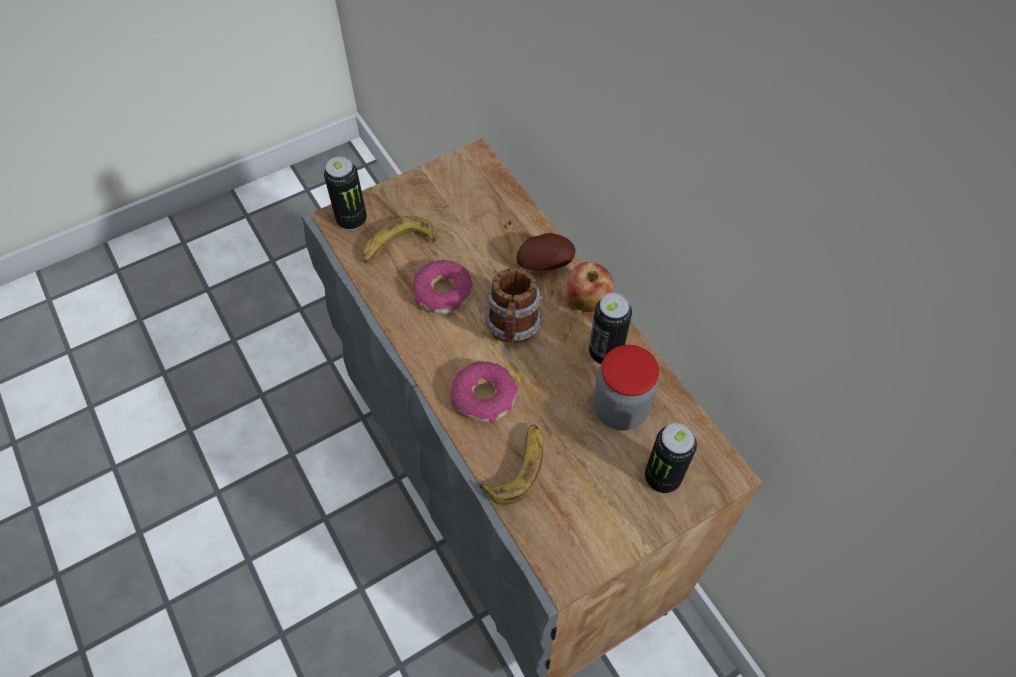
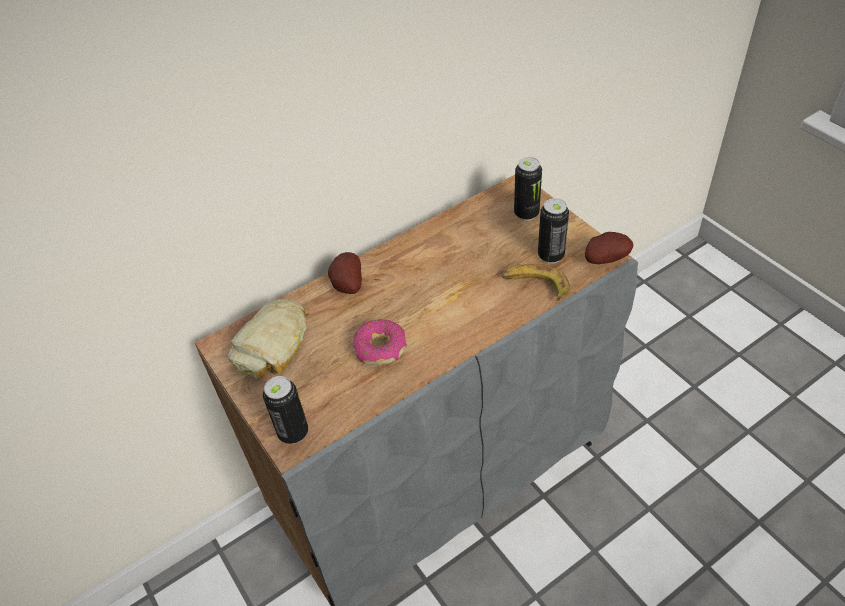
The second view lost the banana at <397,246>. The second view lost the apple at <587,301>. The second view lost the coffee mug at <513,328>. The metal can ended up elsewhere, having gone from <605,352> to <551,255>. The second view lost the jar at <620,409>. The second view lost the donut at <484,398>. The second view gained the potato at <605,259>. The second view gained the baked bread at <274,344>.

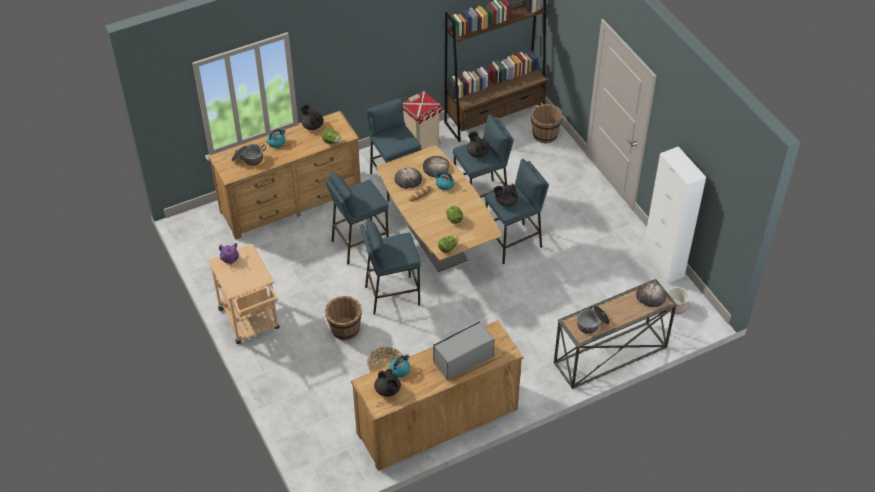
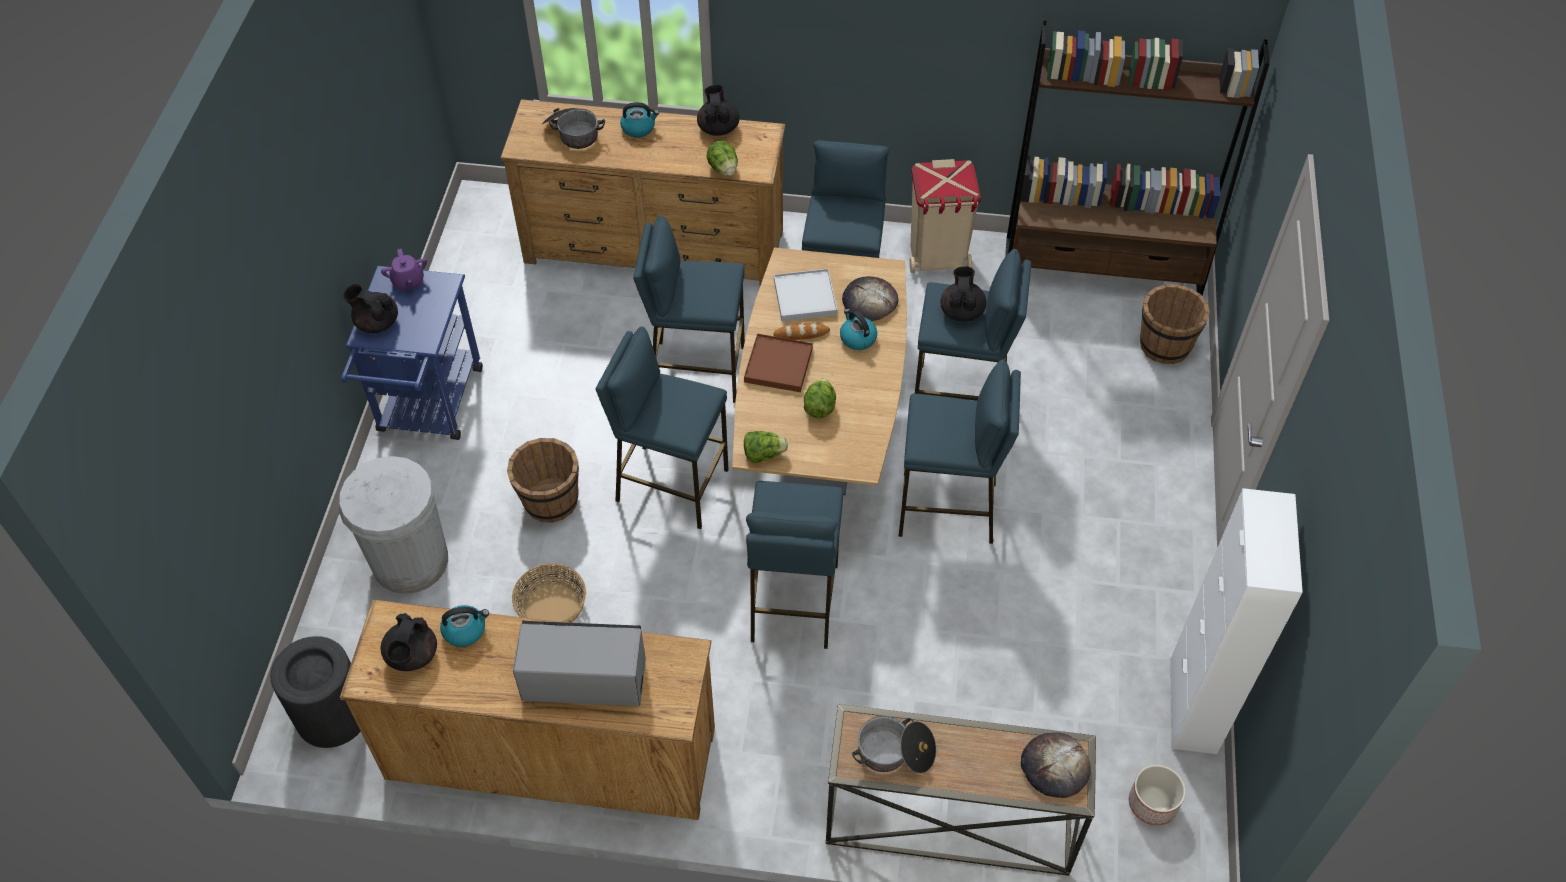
Where the baked bread stood at <408,180>, the whitish serving tray came to stand at <804,297>. The black pot for tea ended up elsewhere, having gone from <505,201> to <376,322>. What was the sand-coloured trolley at <251,322> turned into the blue trolley at <428,408>. The second view gained the brown serving tray at <778,365>. The second view gained the whitish rubbish bin at <410,561>. The second view gained the blue sitting stool at <792,603>. The second view gained the black rubbish bin at <332,714>.

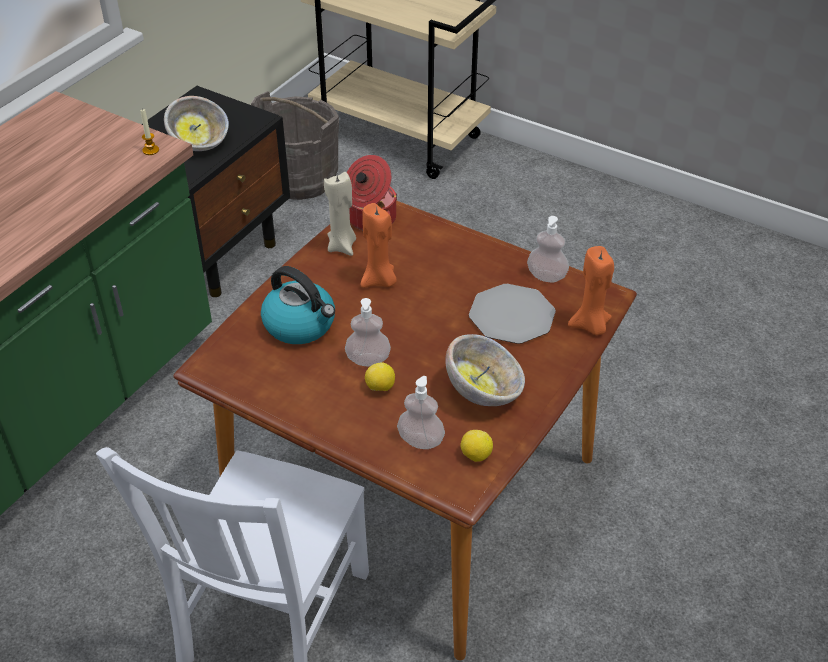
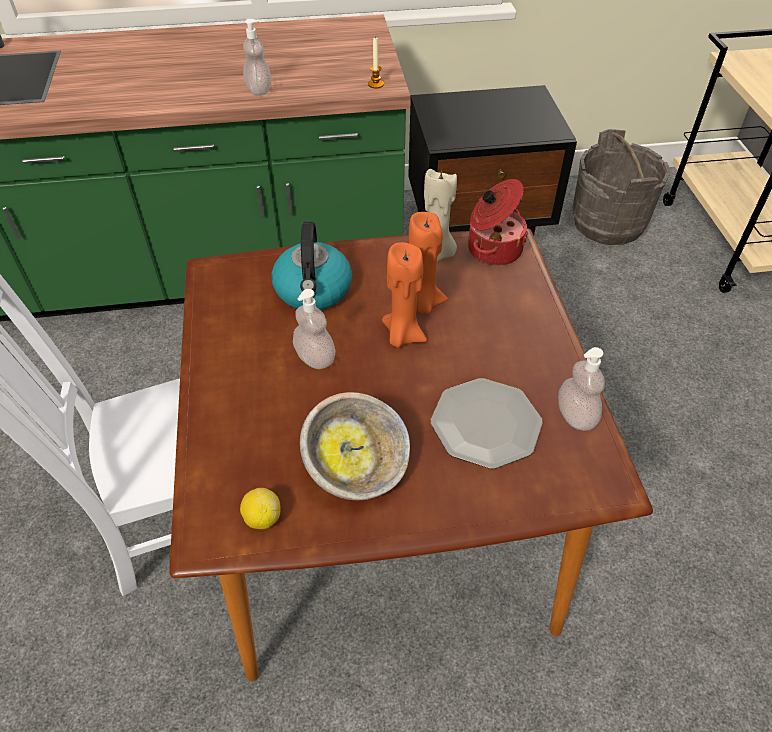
The second view lost the serving bowl at <200,143>. The orange candle ended up elsewhere, having gone from <590,326> to <402,335>. The second view lost the lemon at <380,387>. The liquid soap bottle ended up elsewhere, having gone from <420,440> to <259,90>.

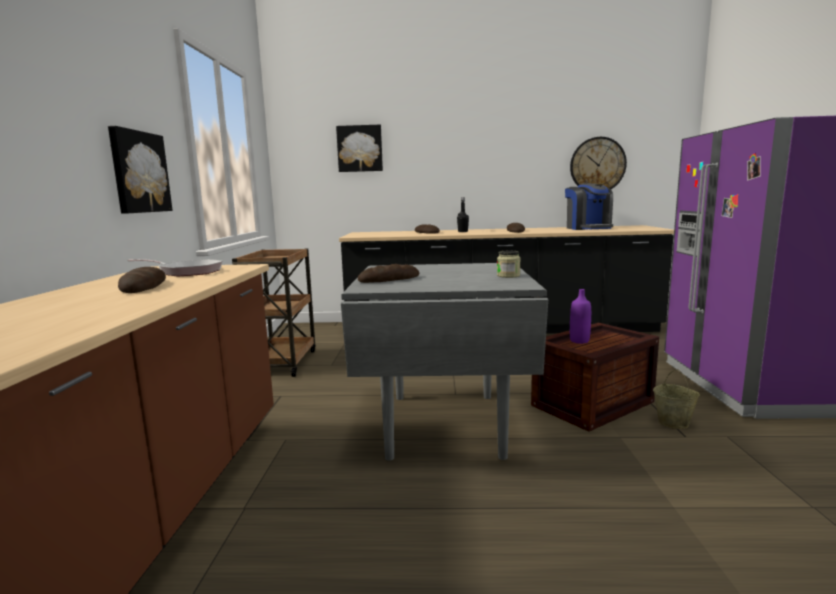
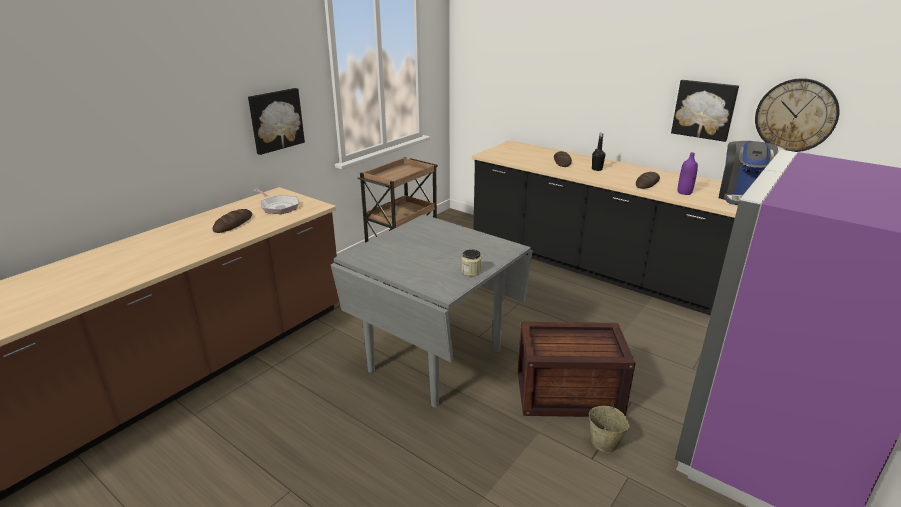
The picture ended up elsewhere, having gone from <360,148> to <704,109>. The second view lost the baked bread at <389,279>. The purple-coloured drink bottle ended up elsewhere, having gone from <579,341> to <684,192>.

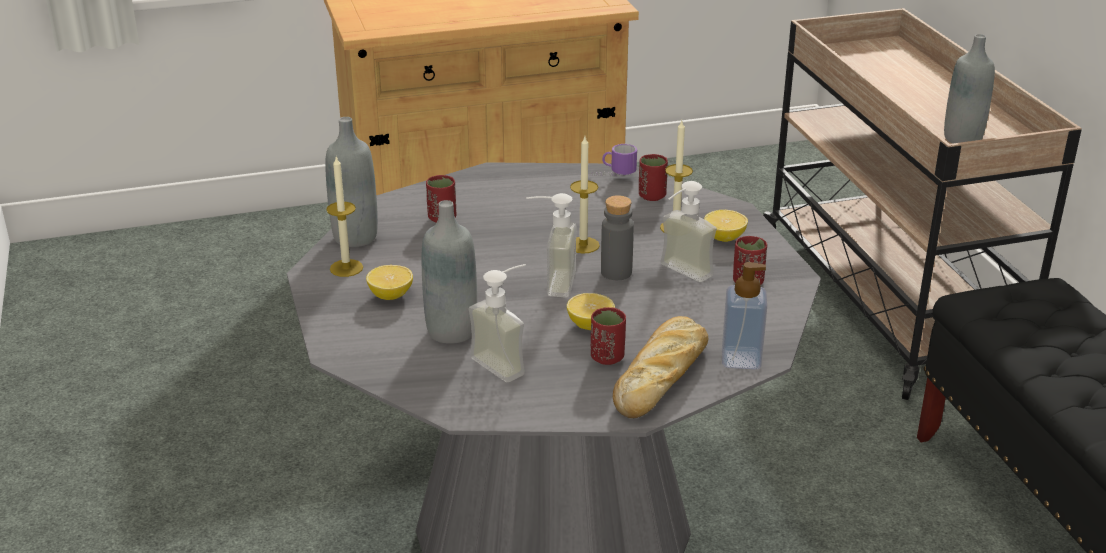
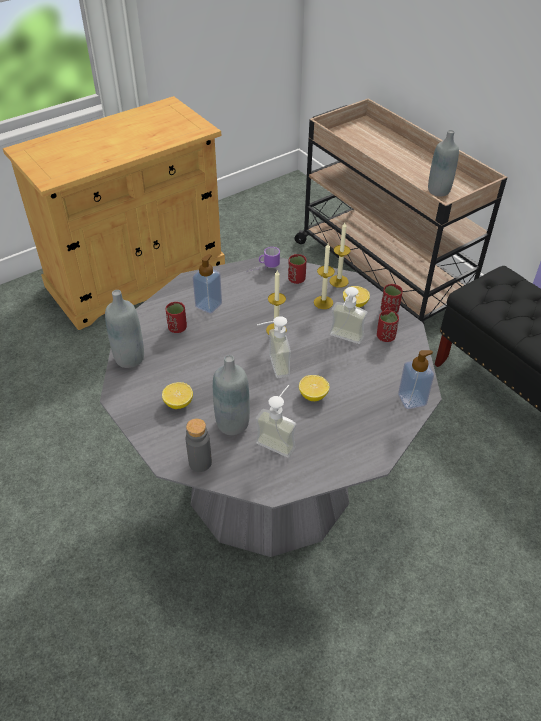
The candle ended up elsewhere, having gone from <346,268> to <339,281>. The greyish drink bottle ended up elsewhere, having gone from <616,272> to <200,462>. The red-coloured drinking cup ended up elsewhere, having gone from <607,357> to <389,310>. The second view lost the baked bread at <662,375>. The second view gained the liquid soap bottle at <208,305>.

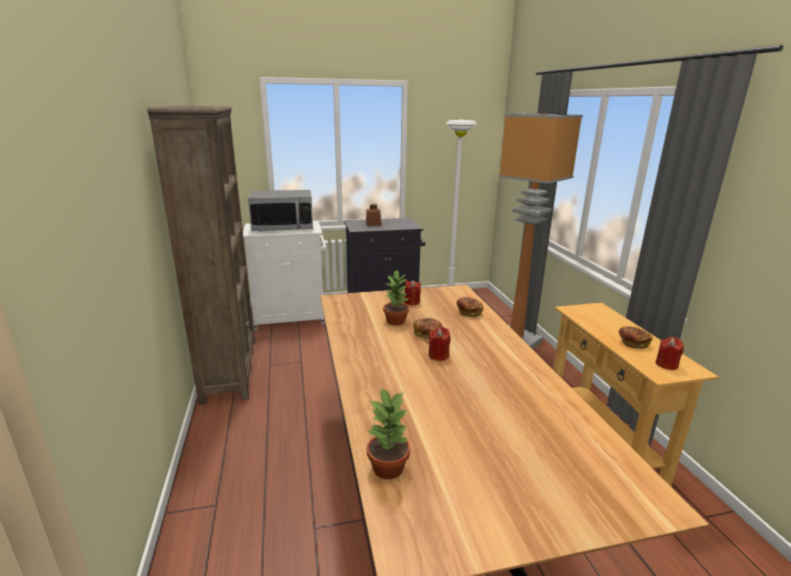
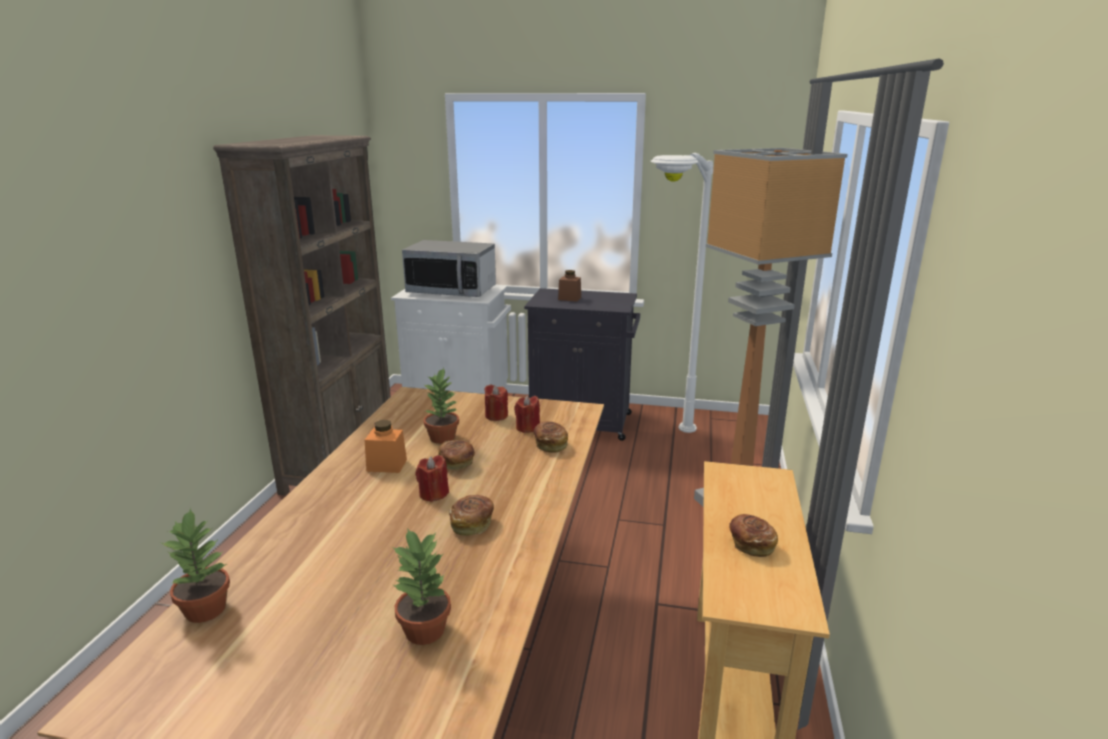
The red-coloured candle ended up elsewhere, having gone from <666,364> to <527,427>. The second view gained the orange jar at <387,465>. The second view gained the baked bread at <472,524>. The second view gained the potted plant at <425,629>.

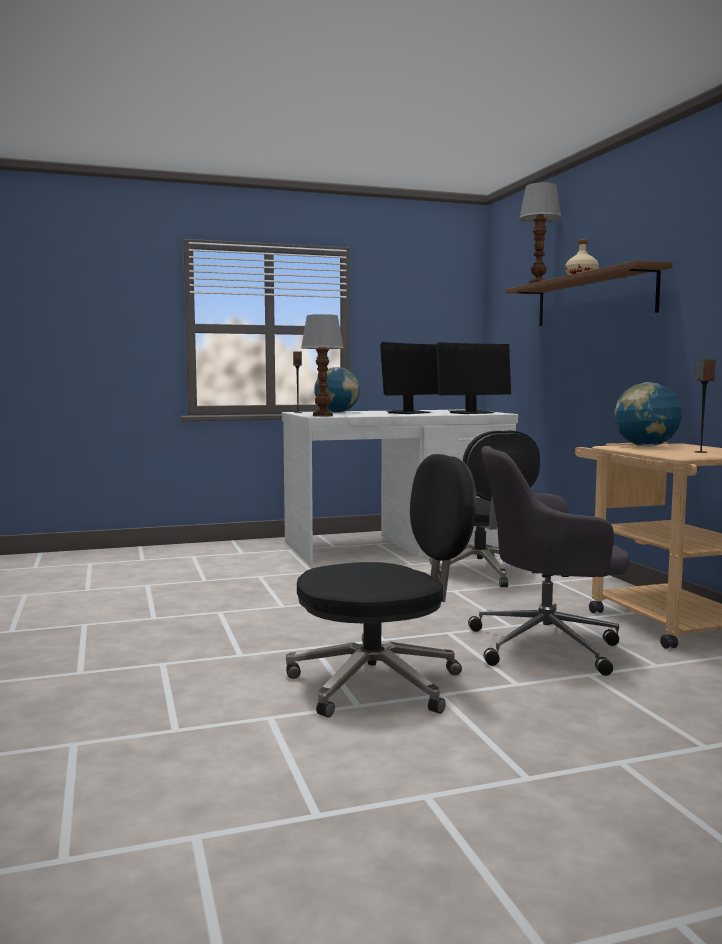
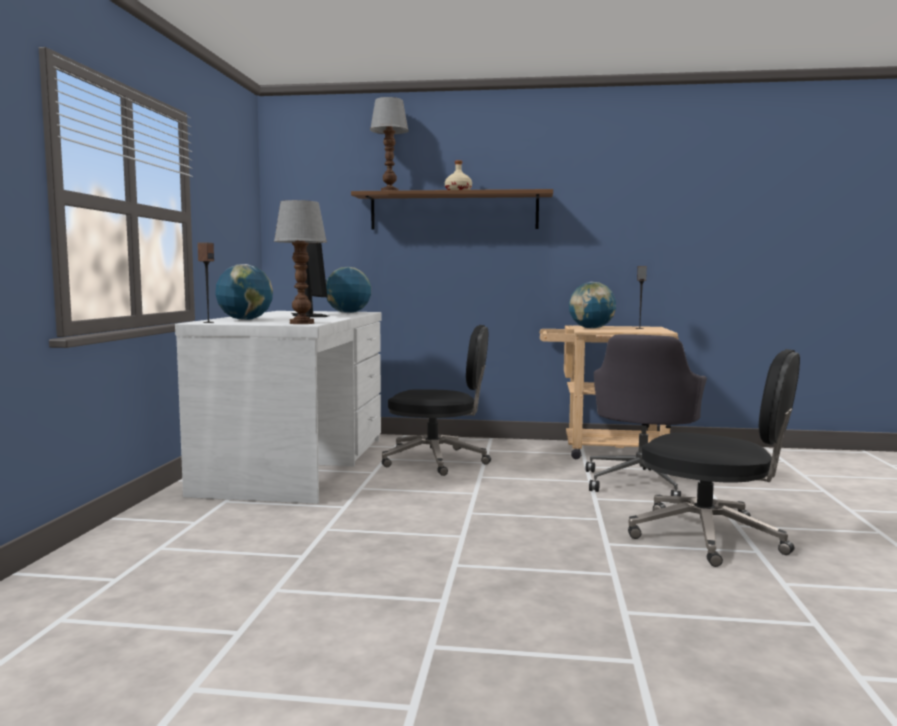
Where the monitor stood at <471,413>, the world globe came to stand at <348,313>. The black desk chair at <379,683> ended up facing another way, 120 degrees clockwise from before.

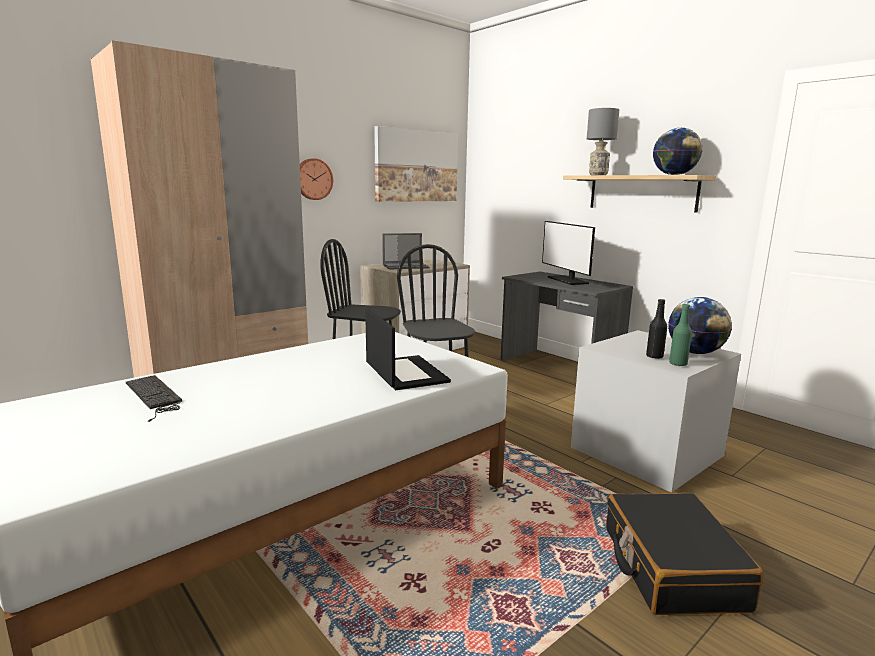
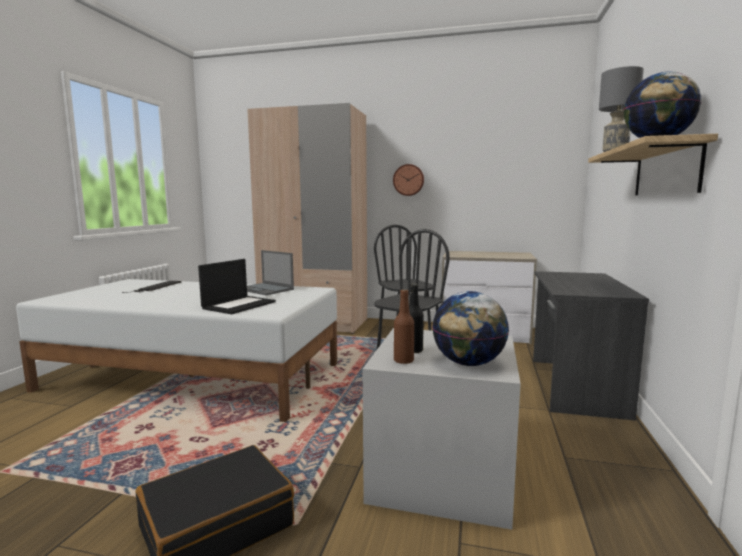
The second view lost the picture at <416,166>. The second view lost the monitor at <567,280>. The notebook computer ended up elsewhere, having gone from <406,266> to <265,289>. What was the green drink bottle at <678,364> turned into the brown drink bottle at <403,361>.

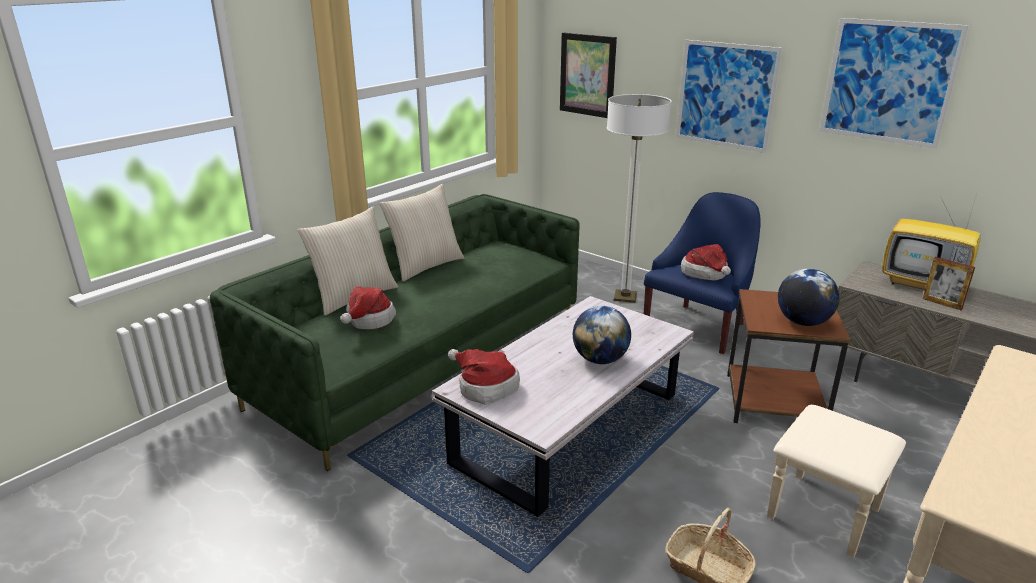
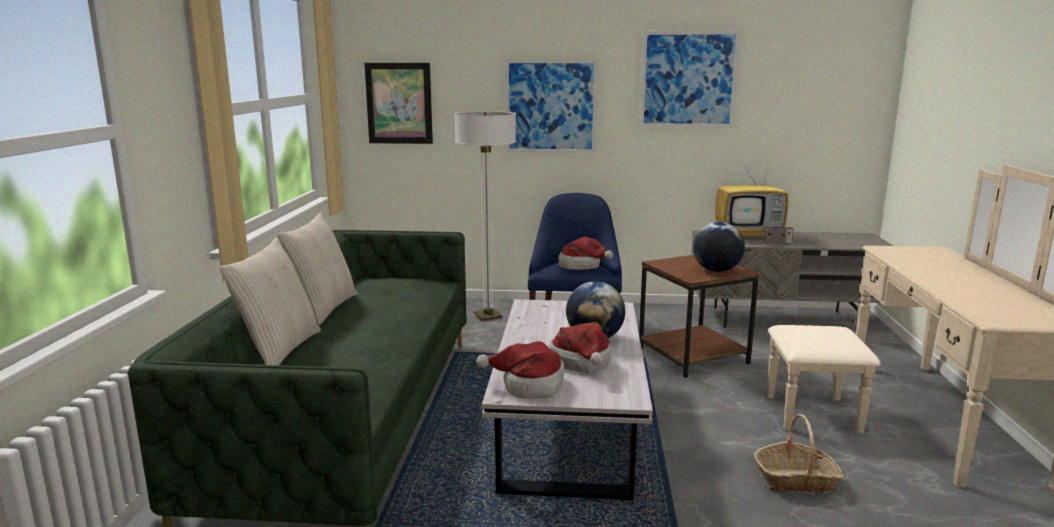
Where the photo frame stood at <942,303>, the radio receiver came to stand at <776,242>. The wearable hat ended up elsewhere, having gone from <368,320> to <581,364>.

